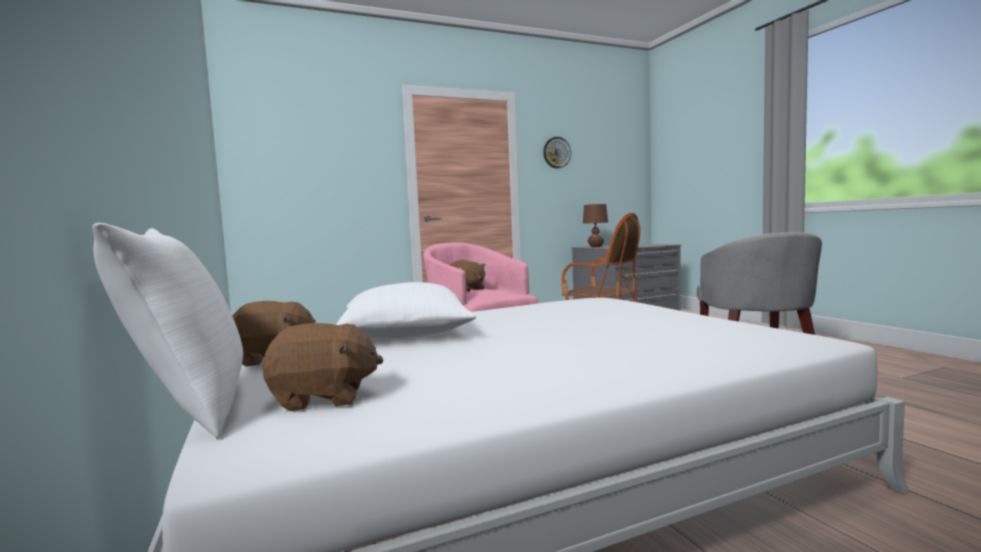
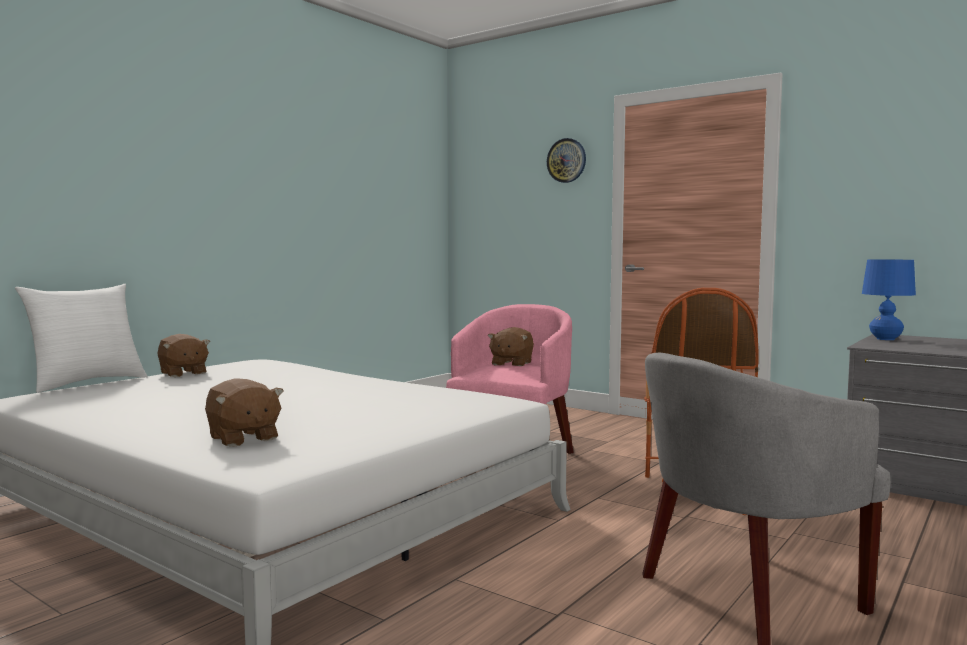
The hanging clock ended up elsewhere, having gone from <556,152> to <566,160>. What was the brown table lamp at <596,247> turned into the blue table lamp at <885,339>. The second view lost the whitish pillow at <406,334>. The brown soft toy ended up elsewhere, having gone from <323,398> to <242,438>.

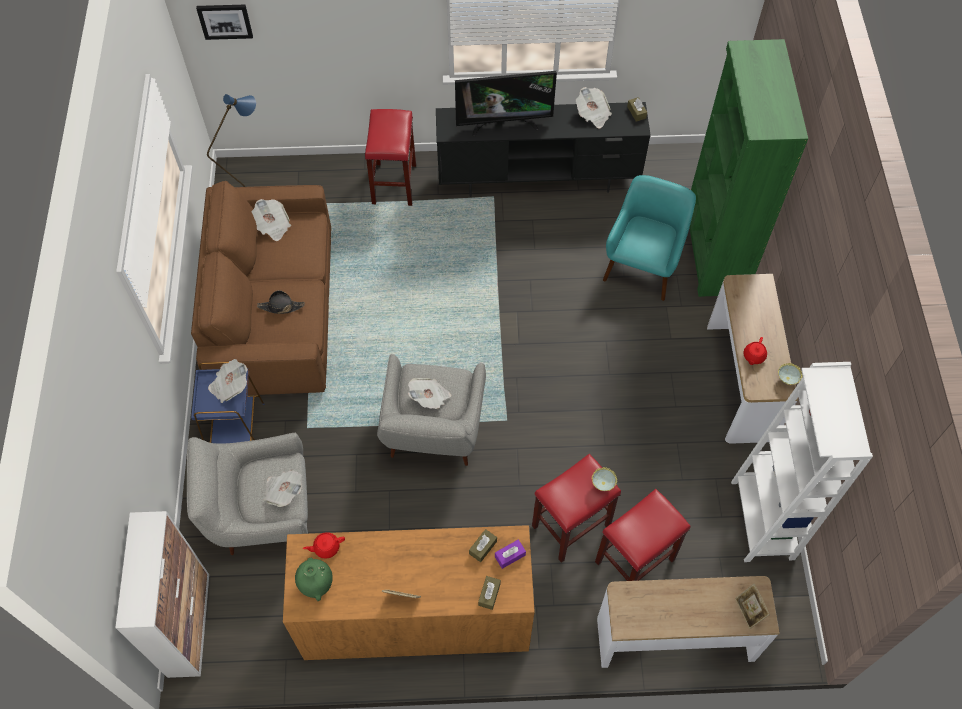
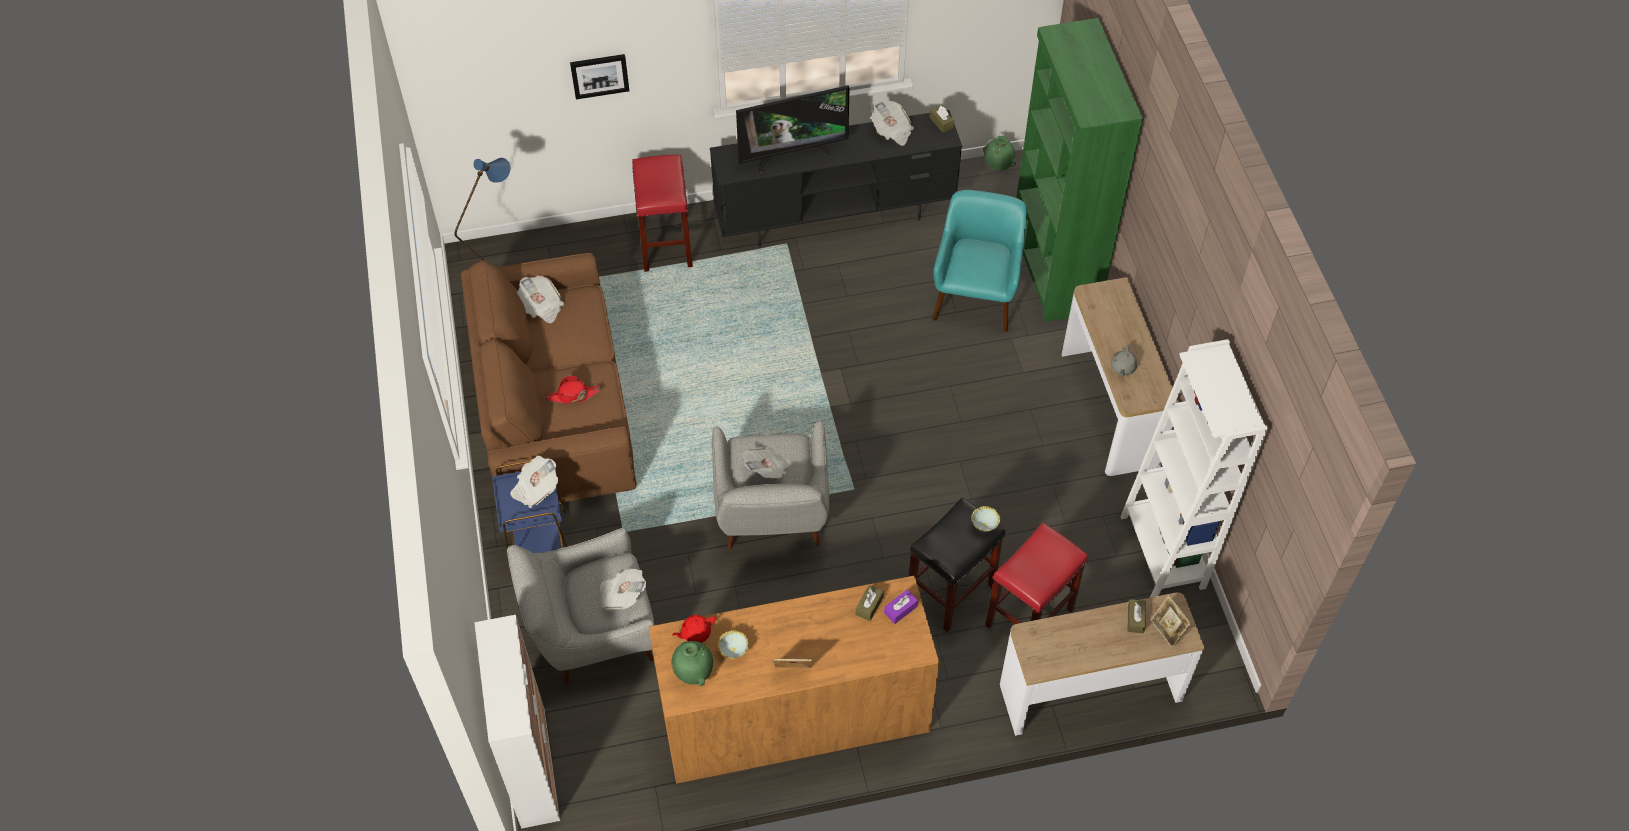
The picture ended up elsewhere, having gone from <225,21> to <599,75>. What was the black wearable hat at <281,307> turned into the red-coloured wearable hat at <572,395>. What was the red-coloured pot for tea at <753,356> turned into the greyish pot for tea at <1122,368>. The serving bowl ended up elsewhere, having gone from <787,379> to <734,651>. What was the red-coloured sitting stool at <570,527> turned into the black sitting stool at <950,593>. The brown tissue holder ended up elsewhere, having gone from <489,594> to <1135,619>. The second view gained the green decorative vase at <998,166>.

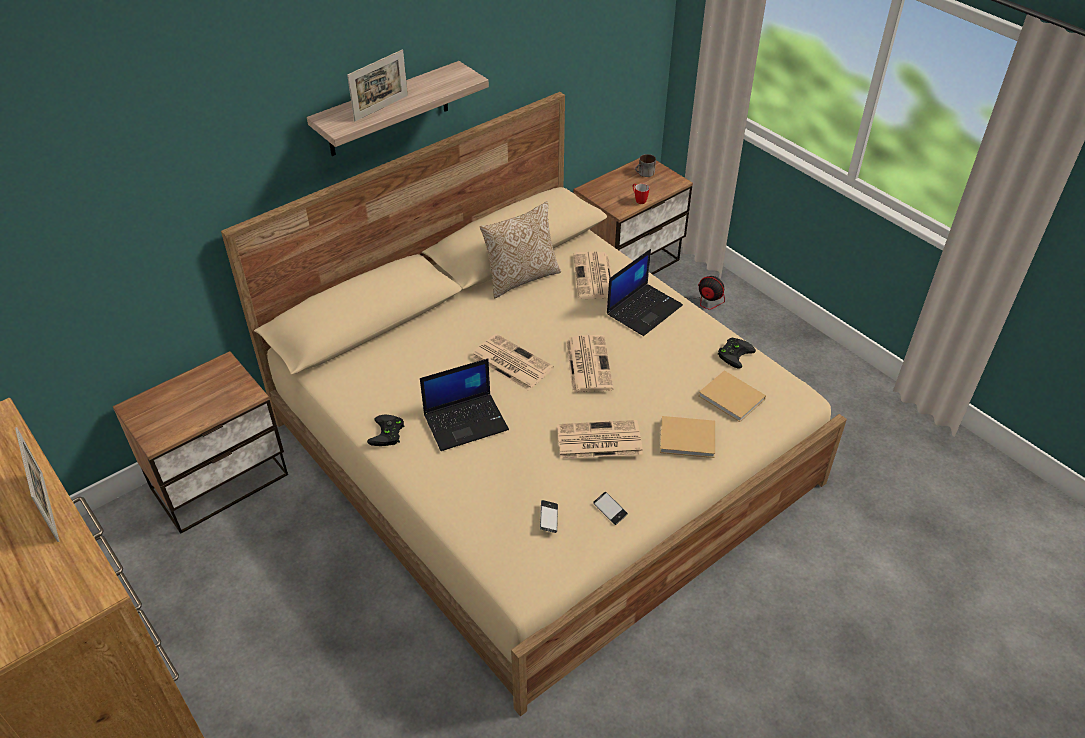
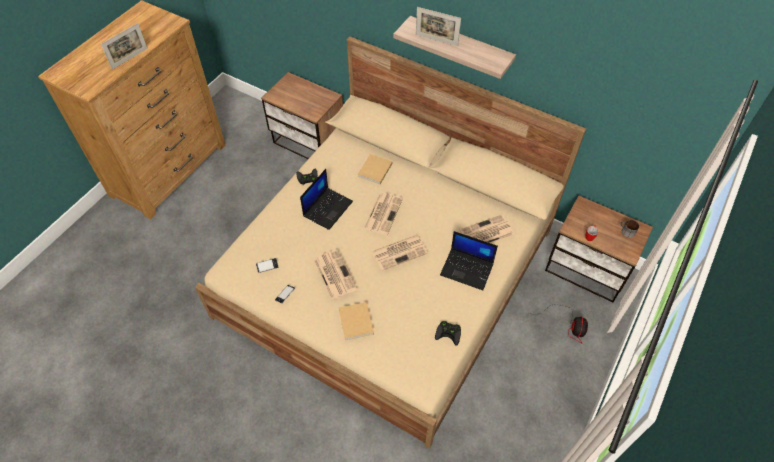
The second view lost the pillow at <521,278>. The notebook computer at <466,421> ended up facing another way, 105 degrees counterclockwise from before. The sand-coloured bound book ended up elsewhere, having gone from <733,398> to <374,170>.

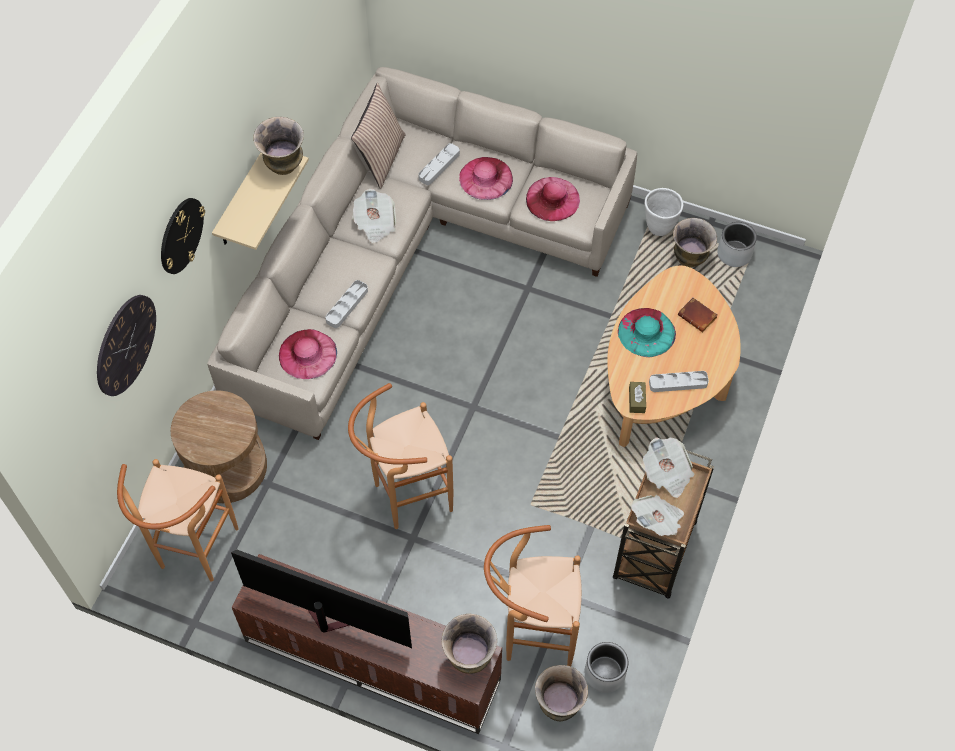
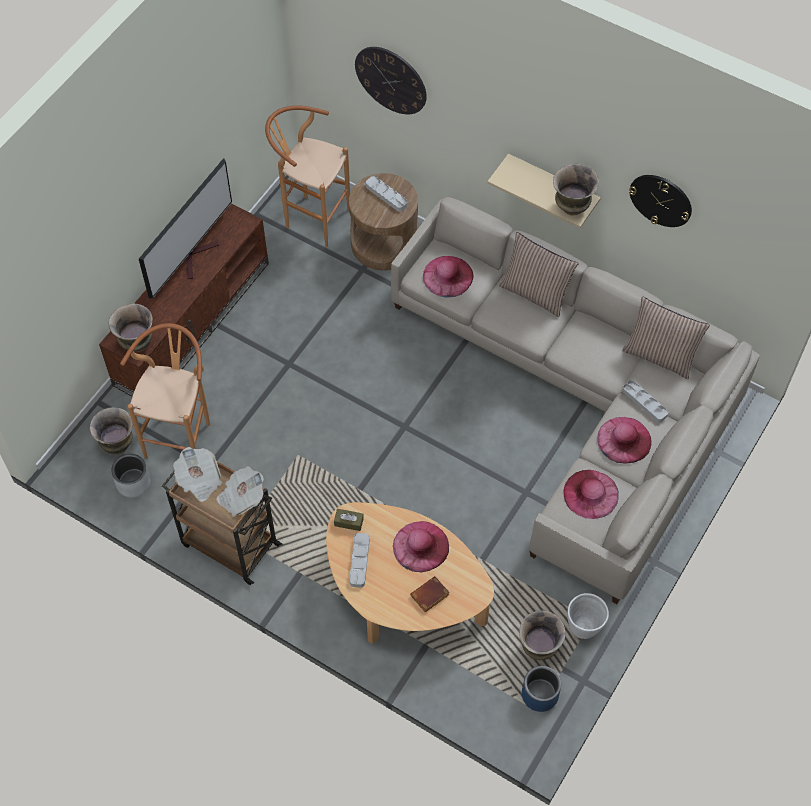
The second view lost the newspaper at <375,224>. The hanging clock ended up elsewhere, having gone from <181,235> to <661,200>. What was the greyish planter at <734,254> turned into the blue planter at <539,694>. The greyish serving tray ended up elsewhere, having gone from <347,306> to <386,195>. What was the turquoise-coloured wearable hat at <646,332> turned into the pink-coloured wearable hat at <420,546>. The second view lost the brown sitting stool at <405,498>. The second view gained the pillow at <535,293>.

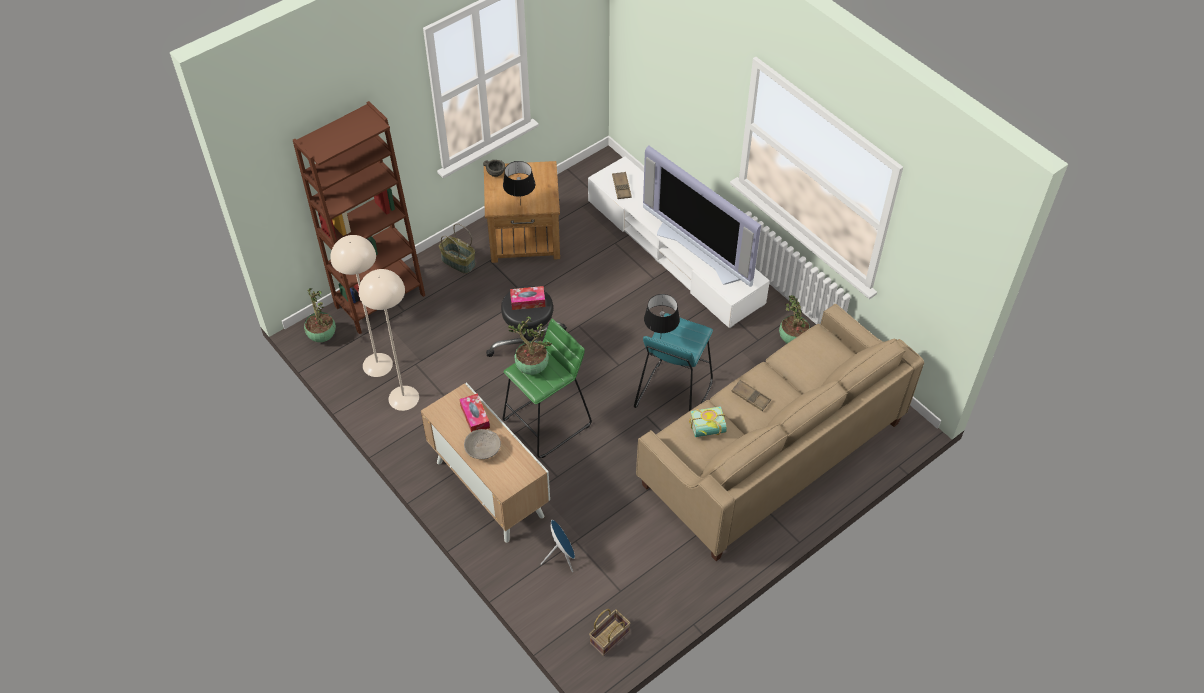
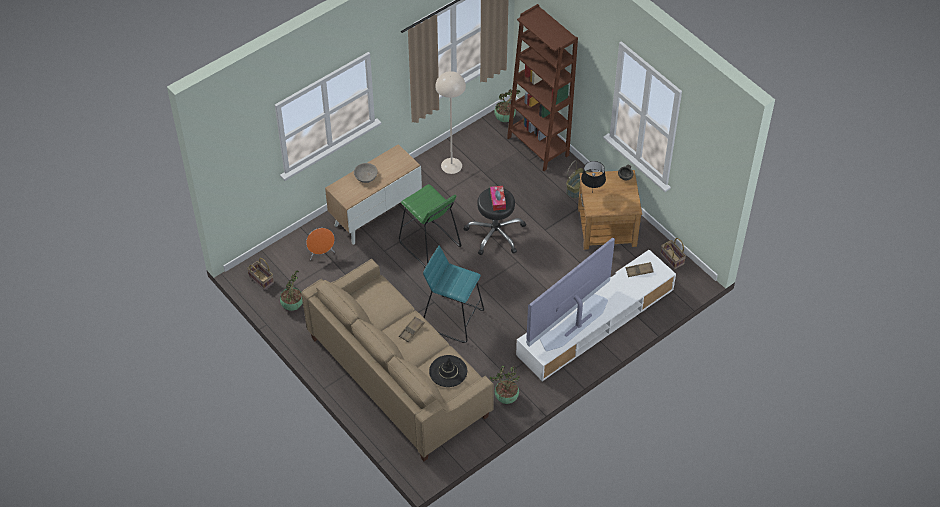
The second view lost the sand-coloured floor lamp at <378,364>. The second view lost the black table lamp at <661,339>. The potted plant ended up elsewhere, having gone from <531,367> to <292,305>. The second view lost the tissue holder at <475,417>. The second view lost the bound book at <708,430>. What was the blue loudspeaker at <561,557> turned into the orange loudspeaker at <321,254>. The second view gained the storage basket at <671,258>. The second view gained the black wearable hat at <448,371>.

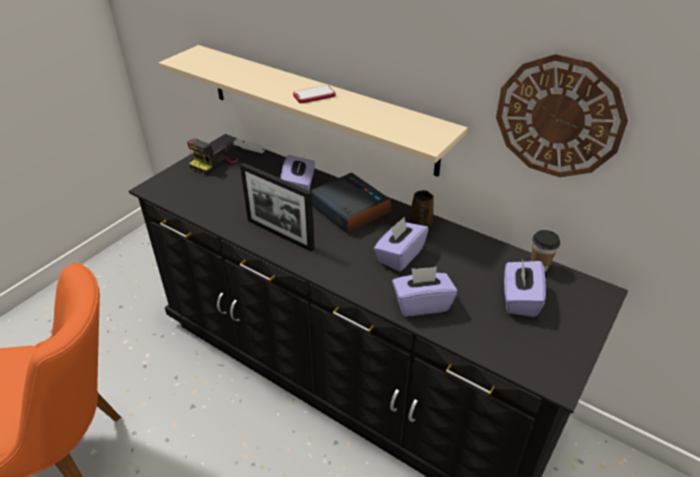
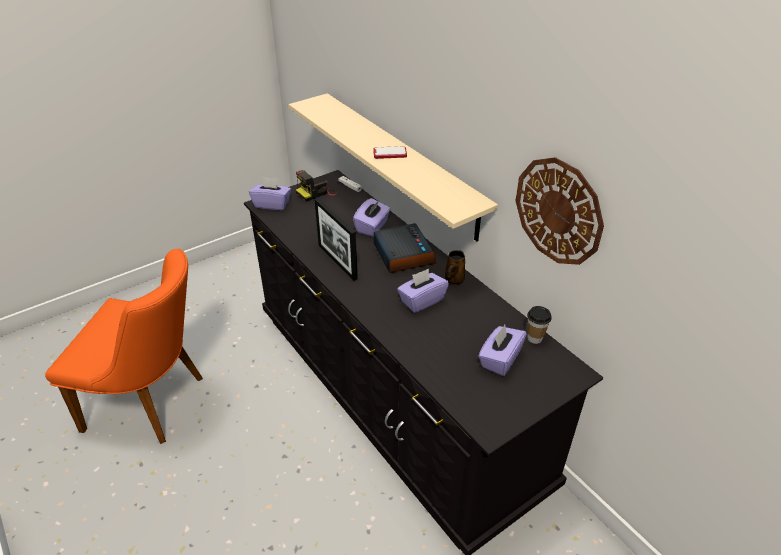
The purple-coloured tissue holder ended up elsewhere, having gone from <421,304> to <272,204>.

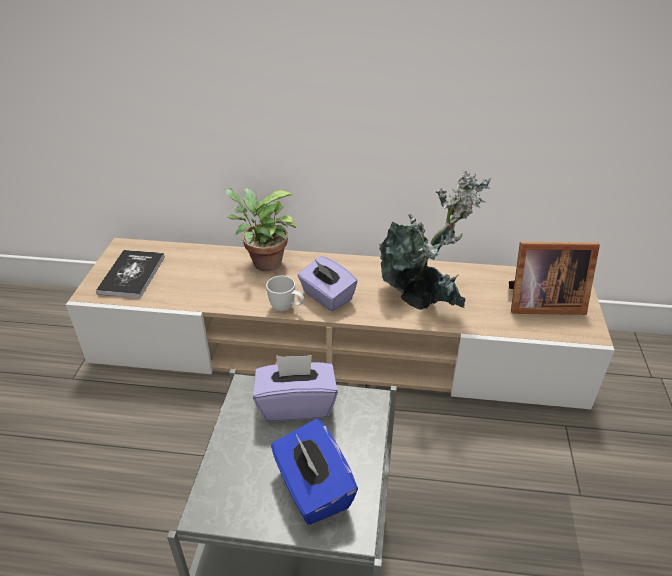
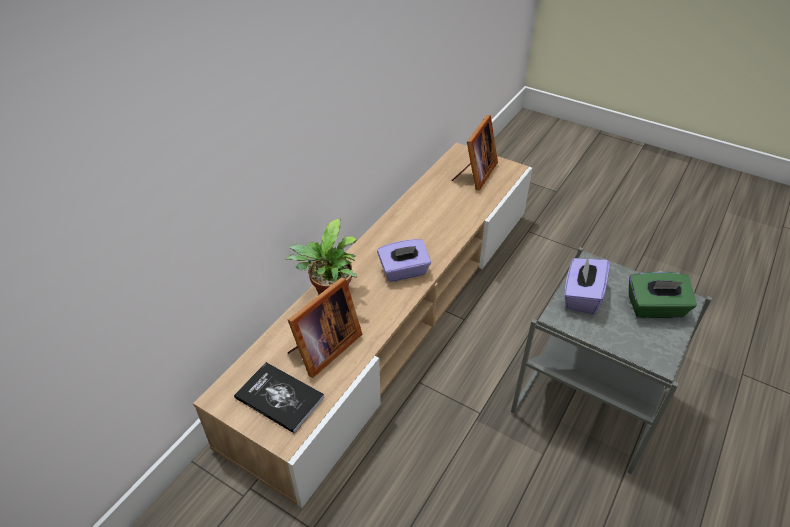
The second view lost the potted plant at <423,298>. The second view lost the whitish coffee mug at <287,308>. What was the blue tissue holder at <313,489> turned into the green tissue holder at <655,308>. The second view gained the photo frame at <323,349>.

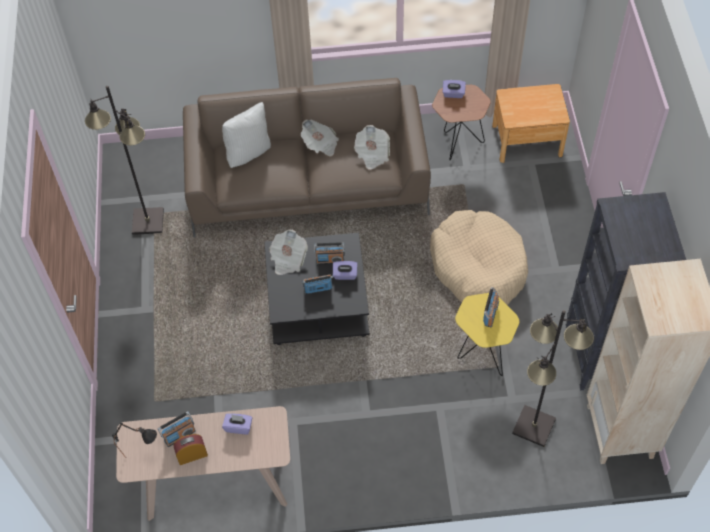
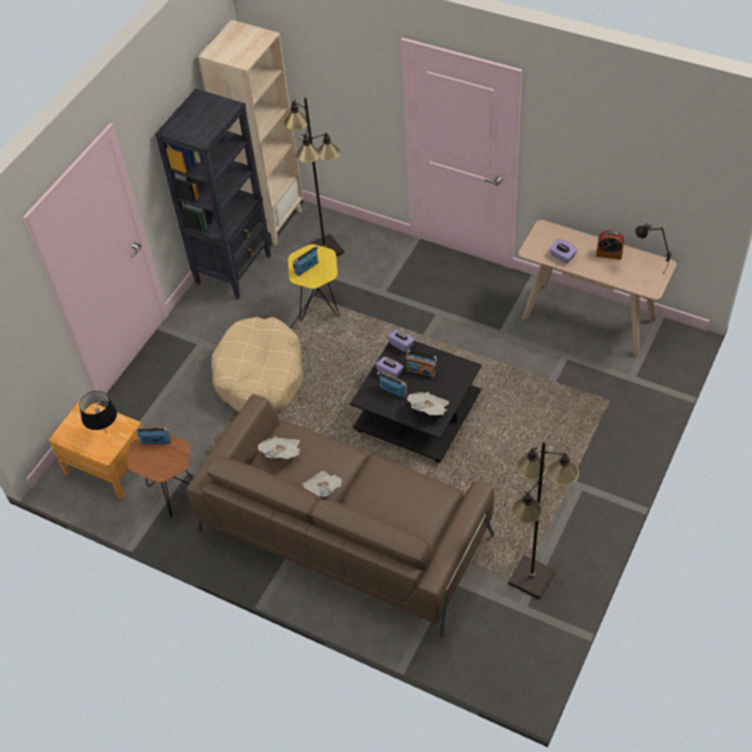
The purple-coloured tissue holder ended up elsewhere, having gone from <453,94> to <401,344>. The second view lost the whitish pillow at <248,152>. The radio receiver ended up elsewhere, having gone from <179,435> to <156,441>. The second view gained the black table lamp at <106,434>.

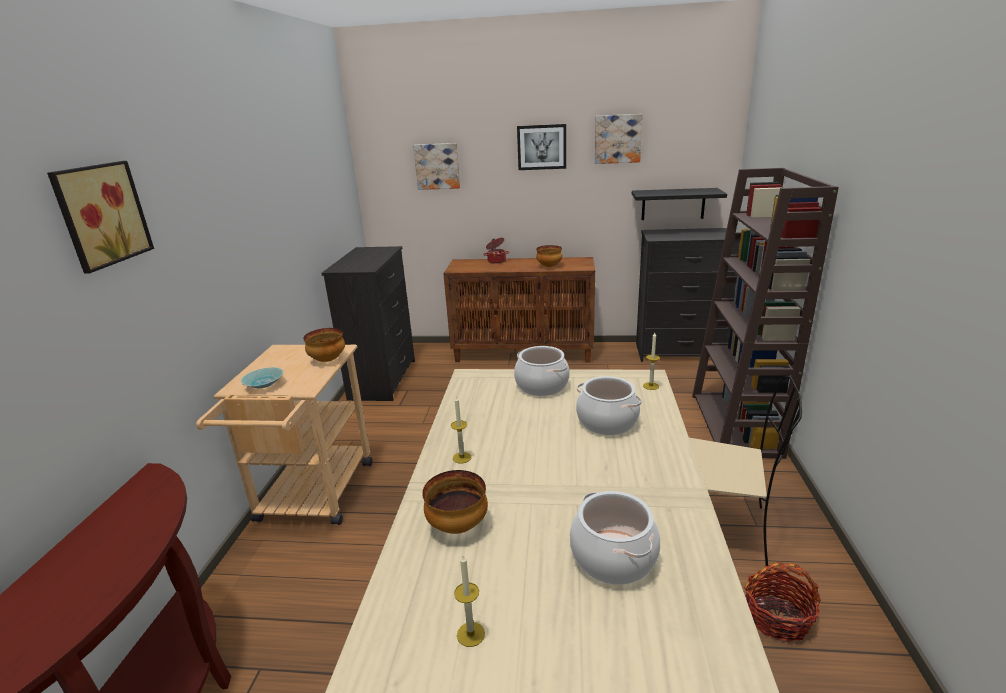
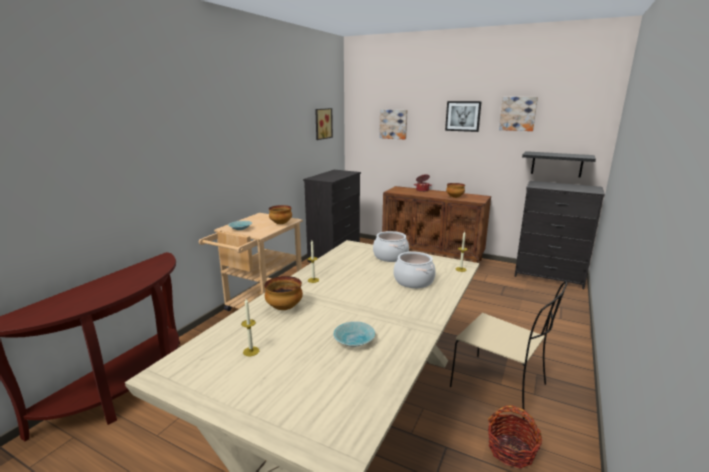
The picture ended up elsewhere, having gone from <100,215> to <322,123>. The second view lost the brown bookcase at <736,425>. Where the stockpot stood at <614,557>, the turquoise-coloured serving bowl came to stand at <355,341>.

